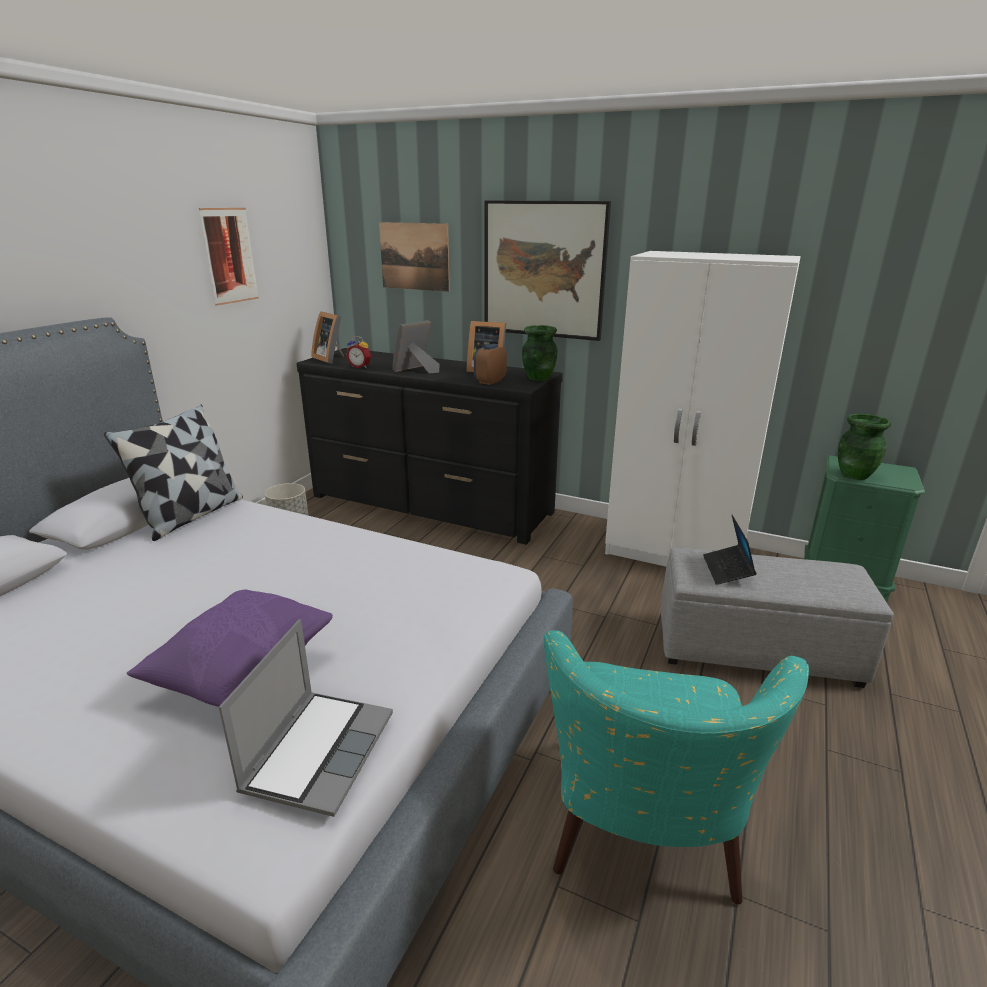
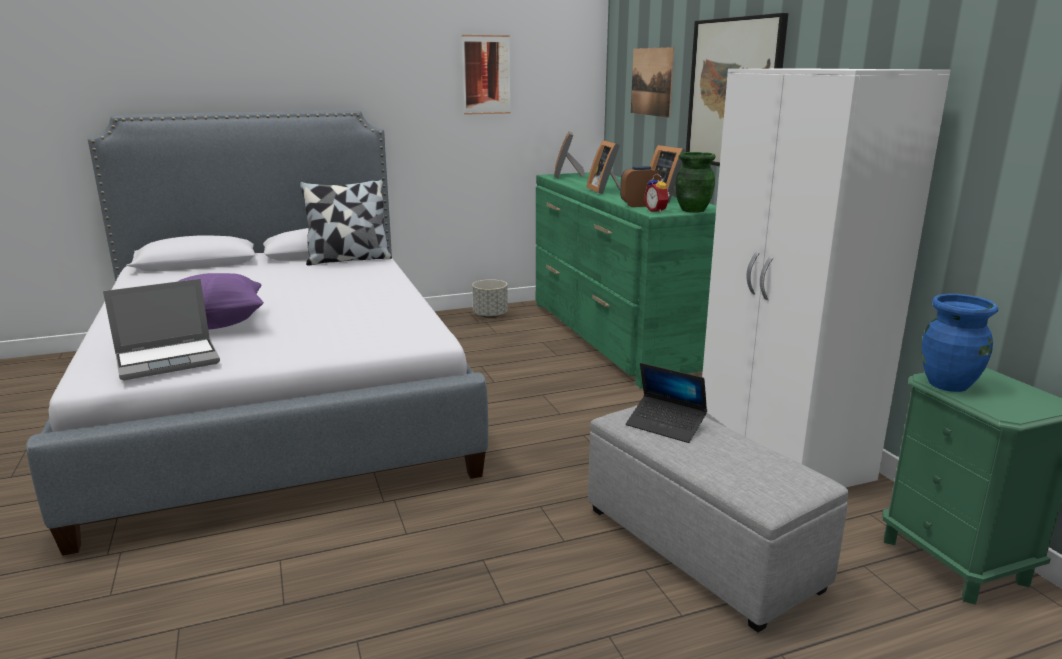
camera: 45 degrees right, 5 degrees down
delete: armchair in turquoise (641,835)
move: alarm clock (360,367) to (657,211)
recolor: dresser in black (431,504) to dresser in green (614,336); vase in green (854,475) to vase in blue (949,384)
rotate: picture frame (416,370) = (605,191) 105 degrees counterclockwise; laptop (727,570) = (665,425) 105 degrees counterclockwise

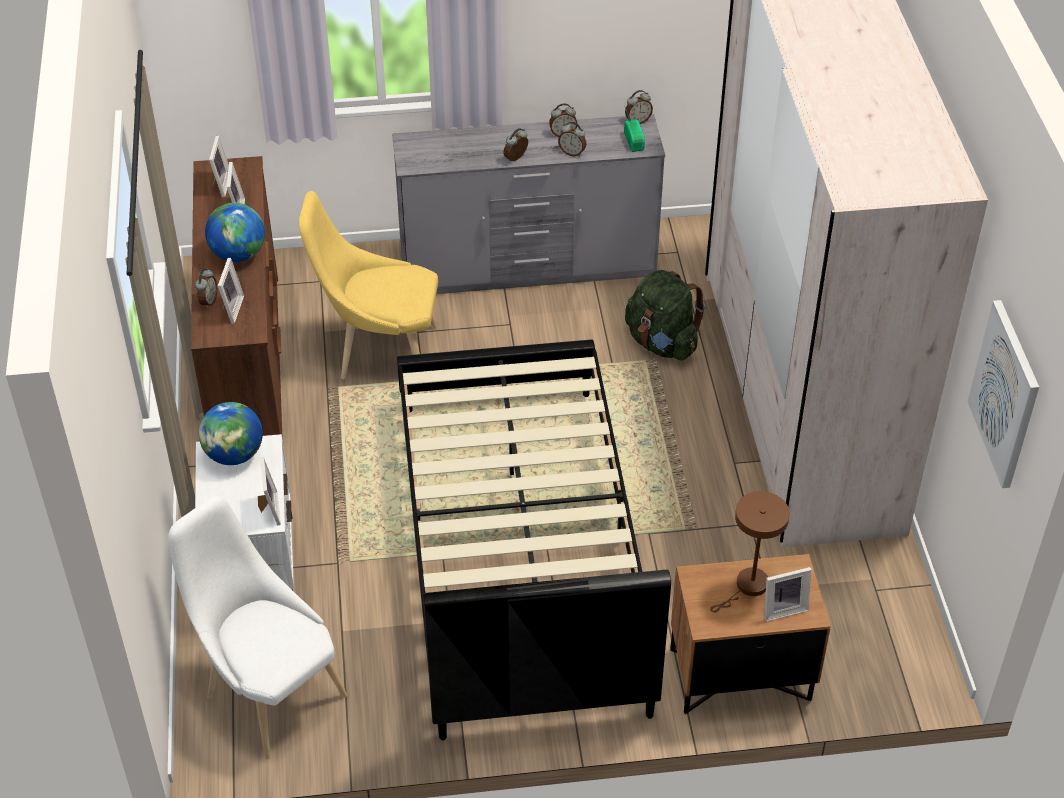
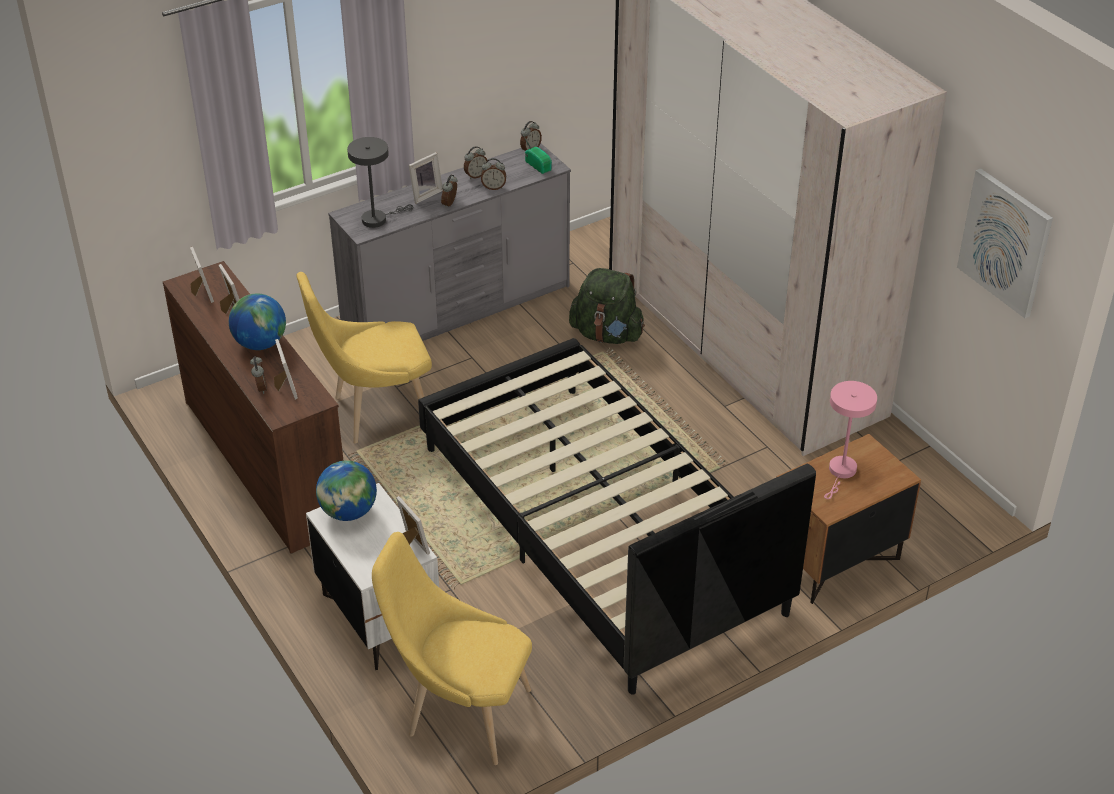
camera: 25 degrees left, 5 degrees down
insert: table lamp in grey (378,219)
move: picture frame (783,608) to (425,194)
recolor: chair in white (269,692) to chair in yellow (460,712); table lamp in brown (748,587) to table lamp in pink (841,472)

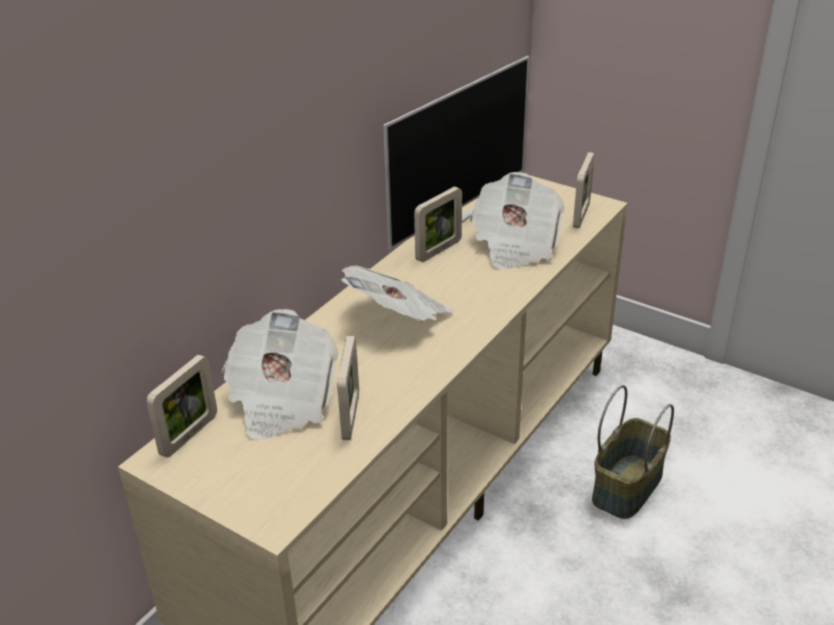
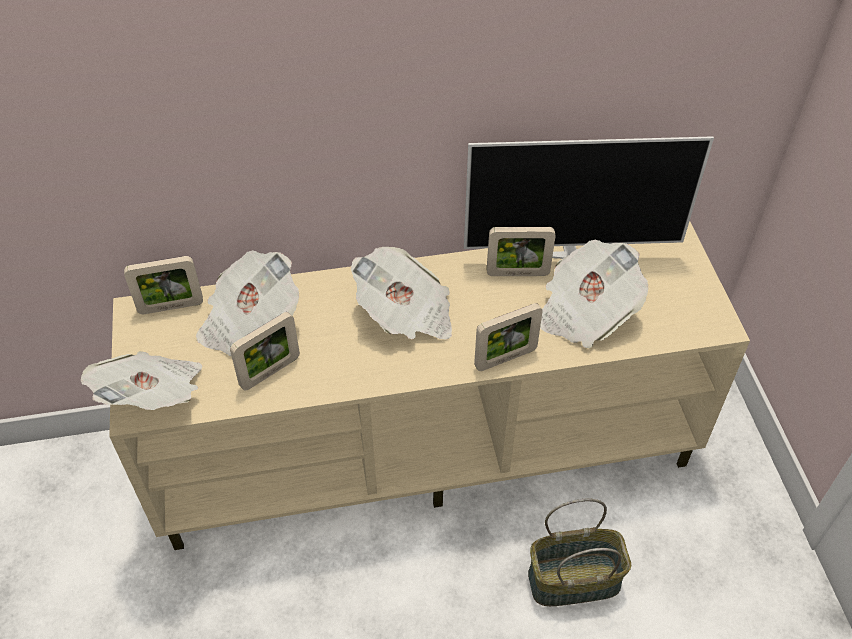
camera: 45 degrees right, 15 degrees up
insert: newspaper (153,396)
move: picture frame (581,215) to (505,358)

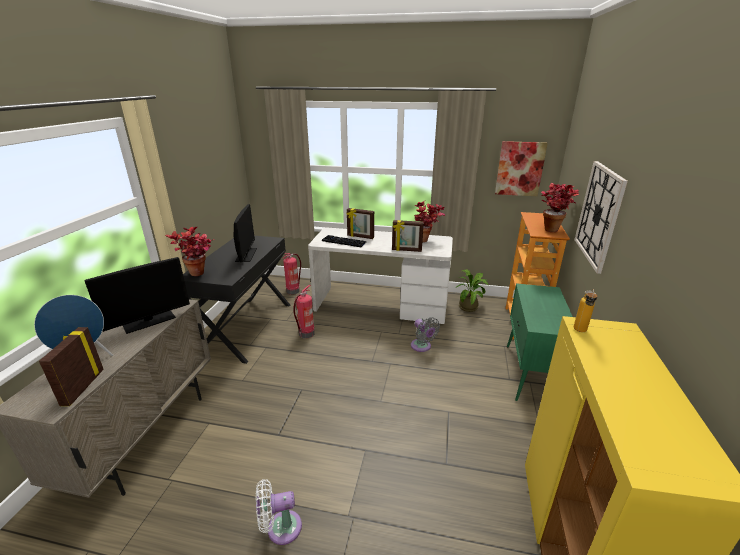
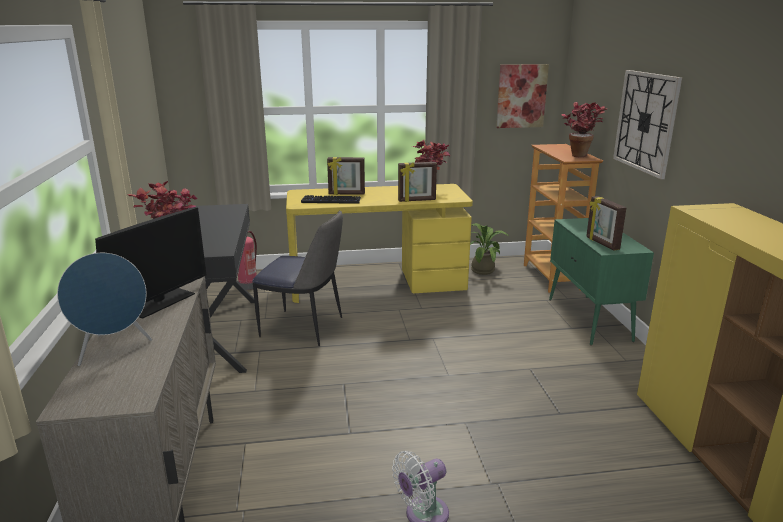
camera: 20 degrees left, 5 degrees down
delete: monitor (246,255); fan in grey (422,347); bottle (580,332)
move: picture frame (82,387) to (601,243)
replace: fire extinguisher (306,334) to chair (304,328)
recolor: desk in white (381,305) to desk in yellow (378,283)

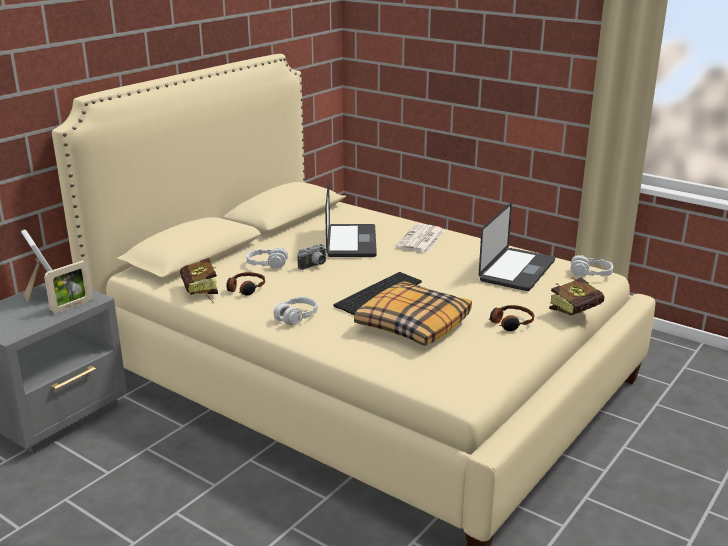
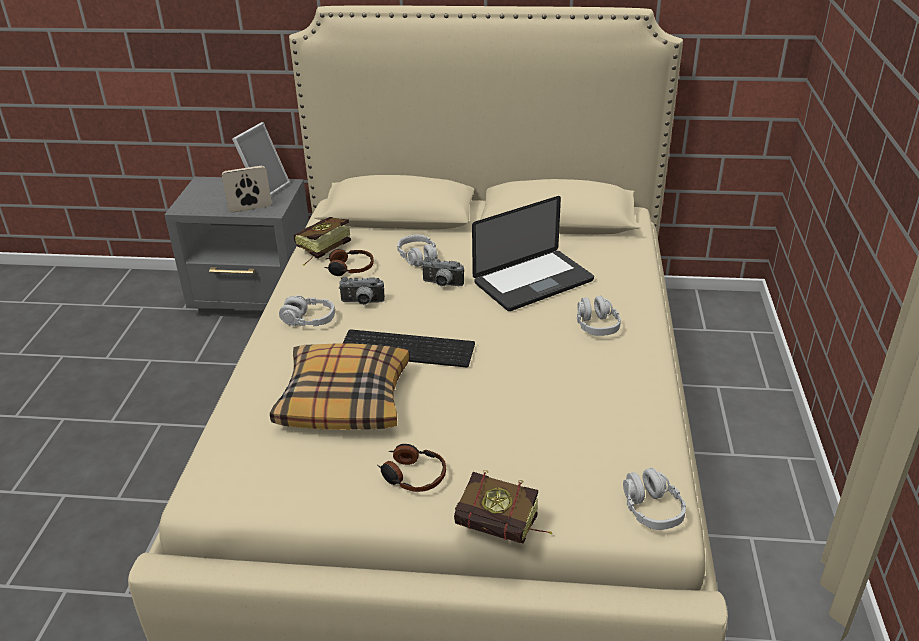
camera: 60 degrees right, 10 degrees up
delete: laptop (517,271)
insert: photo camera (362,303)
replace: newspaper (421,240) to headphones in grey (596,325)
rotate: picture frame (72,306) = (250,208) 150 degrees clockwise

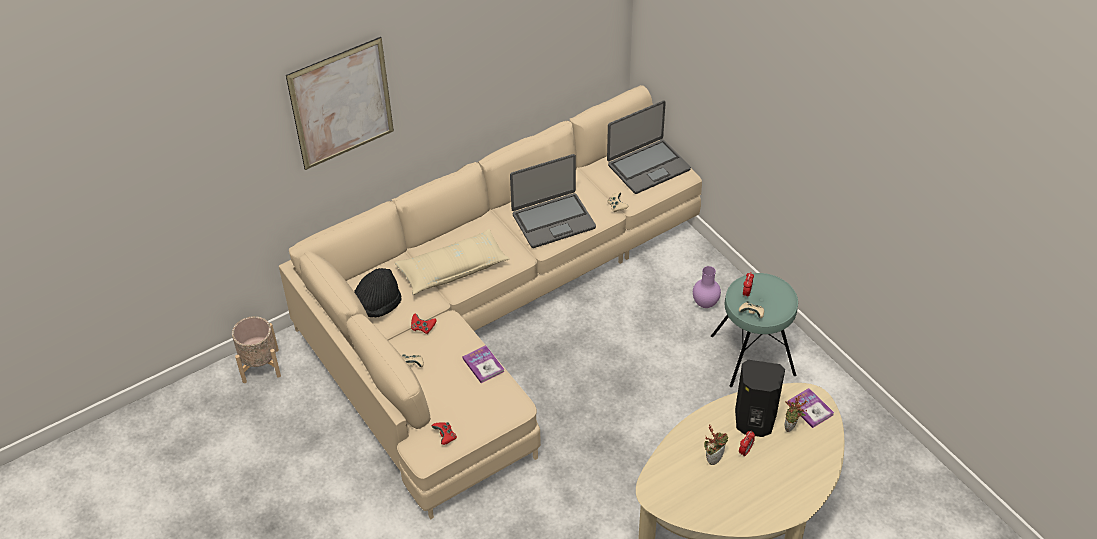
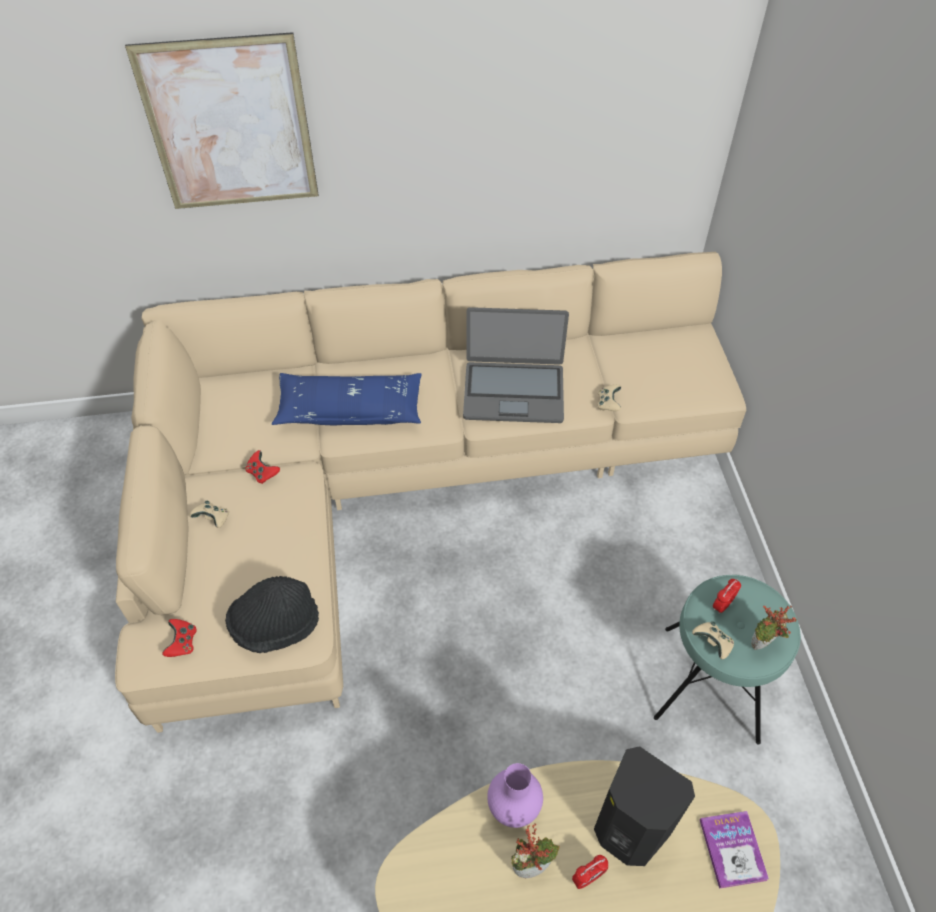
camera: 25 degrees right, 5 degrees up
delete: planter in beige (260,365); book (483,365); laptop (648,166)
move: hat in black (377,306) to (275,625); vase in purple (705,304) to (514,809); potted plant (791,428) to (762,645)
recolor: pillow in beige (453,269) to pillow in blue (350,409)

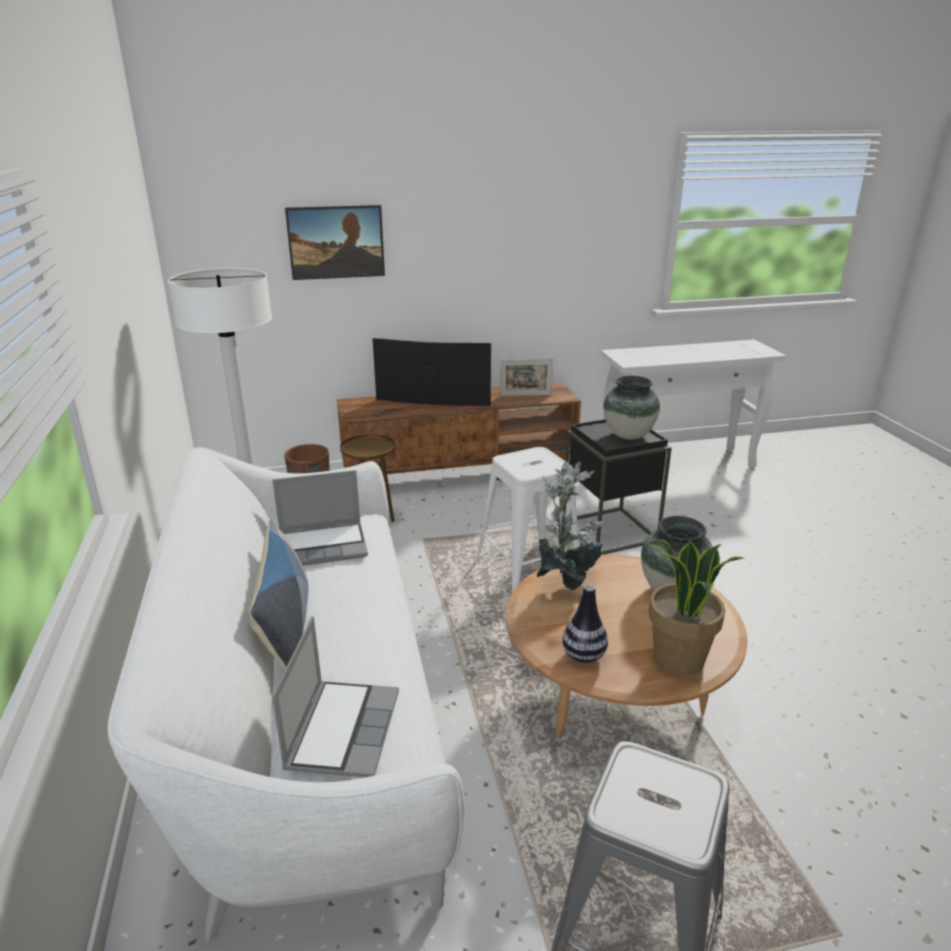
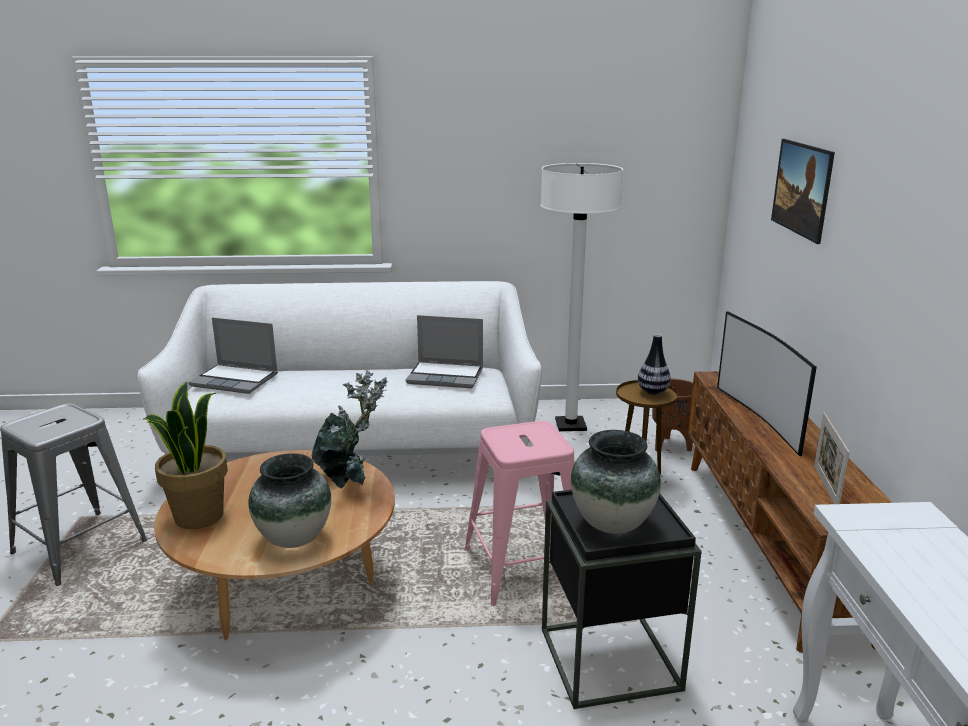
camera: 100 degrees right, 5 degrees down
delete: pillow (285,626)
move: vase (583,656) to (652,391)
recolor: stool in white (528,569) to stool in pink (522,568)
rotate: laptop (324,546) = (446,376) 75 degrees counterclockwise; television (432,404) = (761,418) 150 degrees clockwise

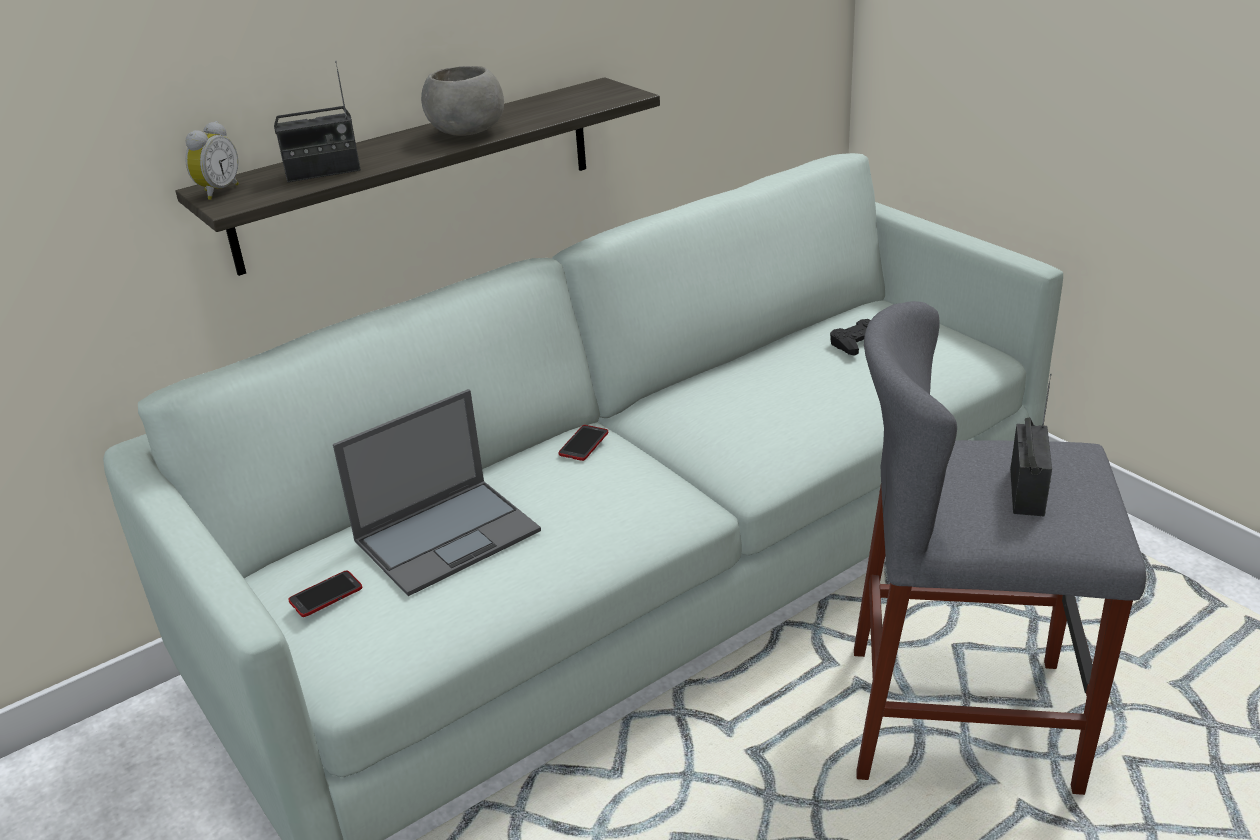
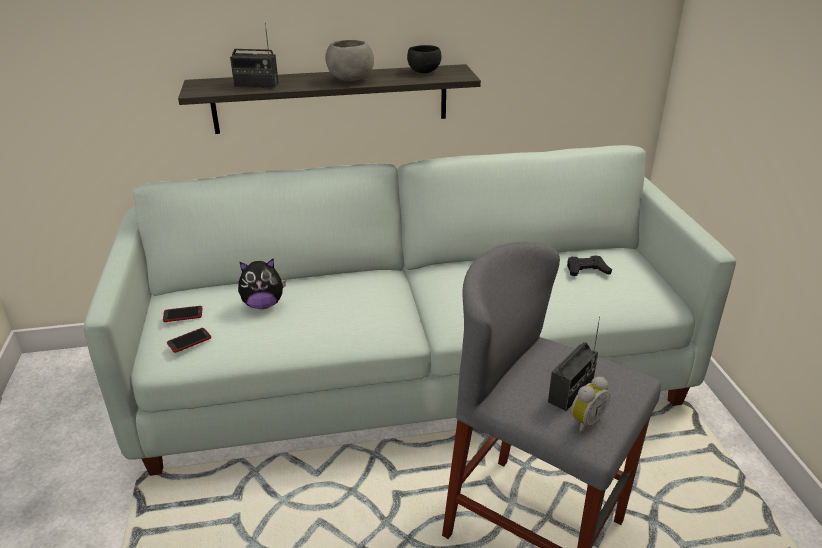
camera: 25 degrees right, 0 degrees up
insert: bowl in black (423,71)
move: phone (583,444) to (189,341); alarm clock (217,192) to (585,421)
replace: laptop (449,535) to plush toy (263,304)

